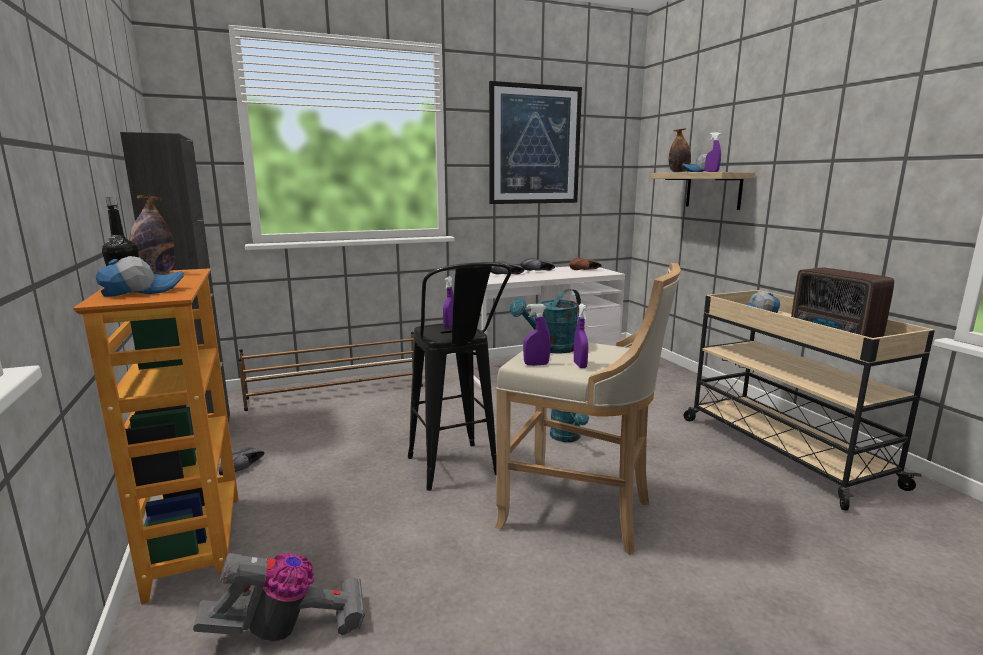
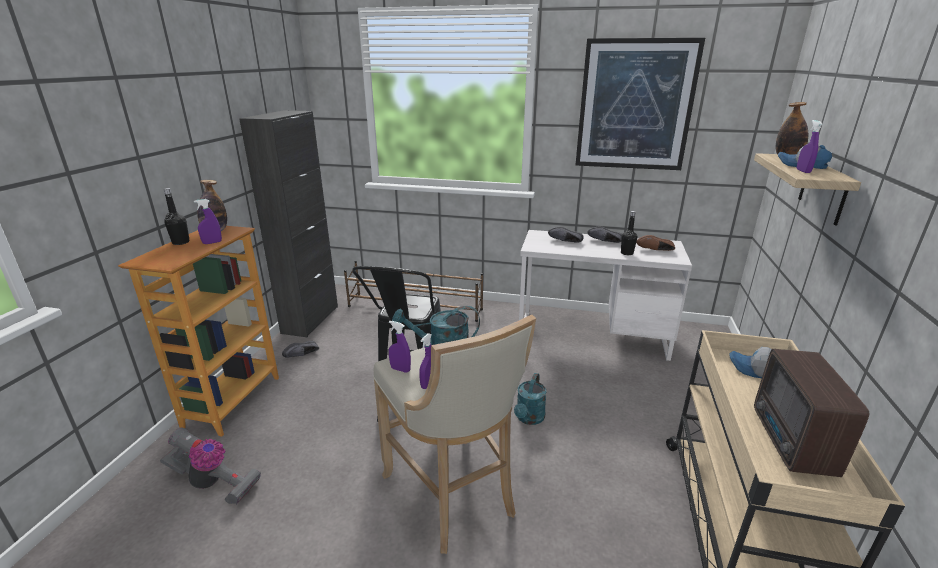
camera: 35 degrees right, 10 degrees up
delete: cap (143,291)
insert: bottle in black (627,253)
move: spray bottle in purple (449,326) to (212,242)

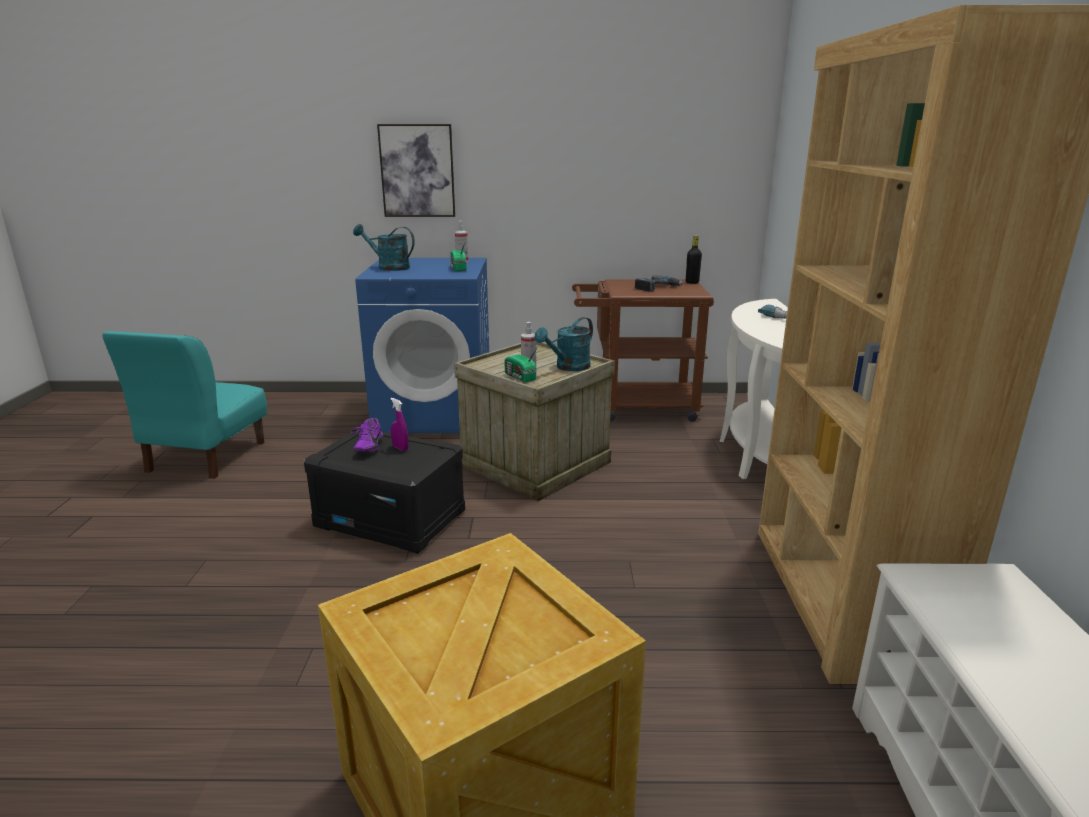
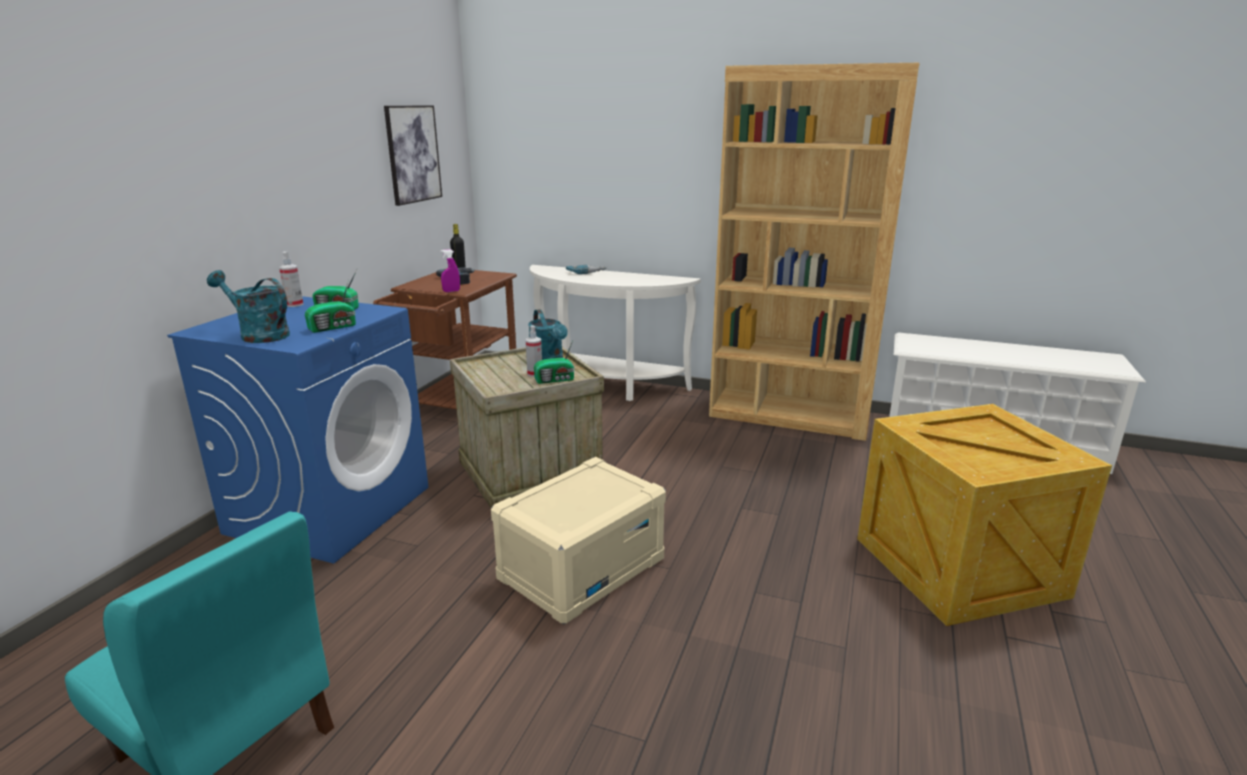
camera: 70 degrees left, 0 degrees up
delete: shoe in purple (367,447)
insert: radio (334,327)
move: picture (417,171) to (413,154); spray bottle in purple (400,448) to (451,291)
recolor: storage box in black (391,519) to storage box in beige (582,568)
rotate: watering can in turquoise (388,267) = (258,335) 75 degrees clockwise

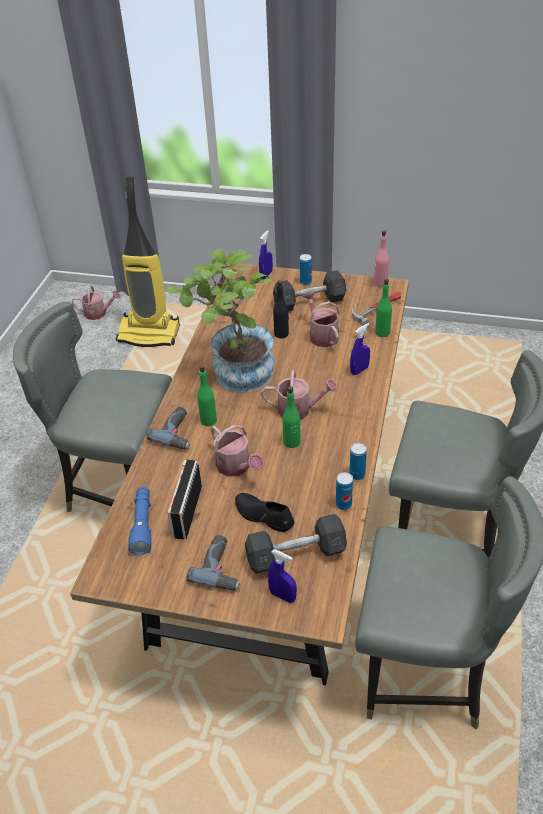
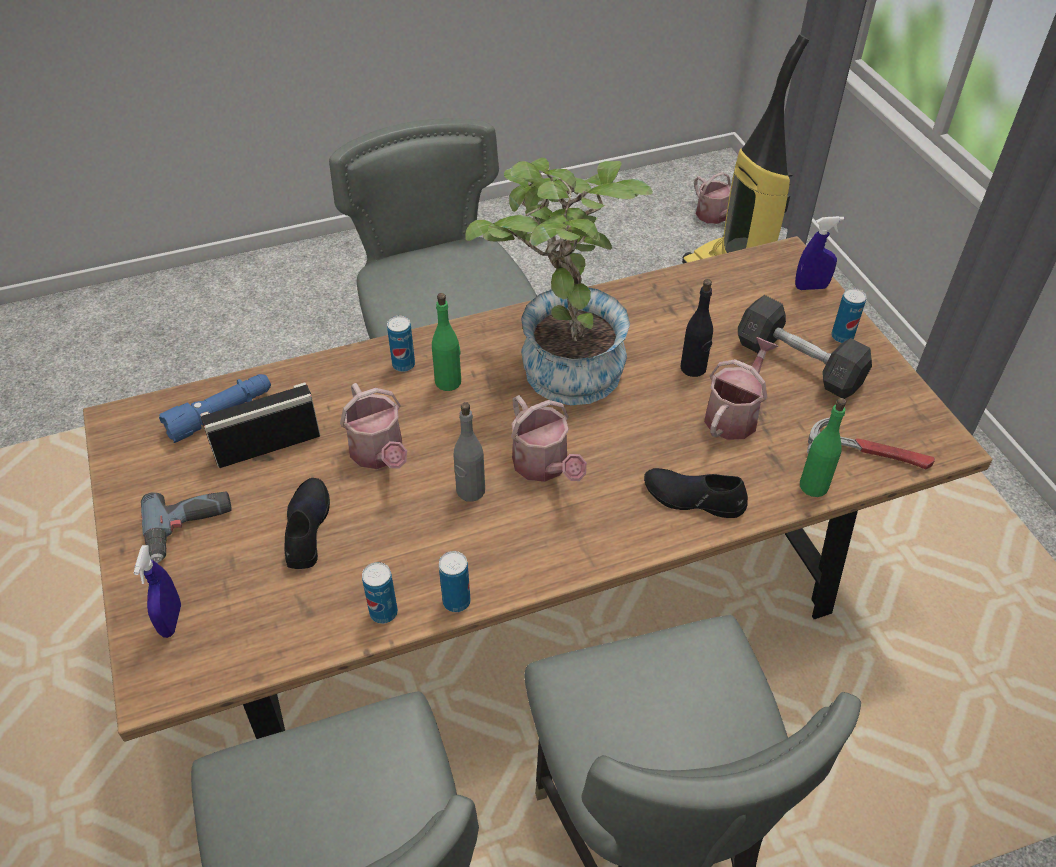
camera: 55 degrees right, 5 degrees up
delete: dumbbell in grey (295,554); bottle in pink (380,283)
replace: power drill (178,433) to can (403,365); spray bottle in blue (359,370) to shoe in black (693,498)
recolor: bottle in green (292,442) to bottle in grey (470,491)
rotate: watering can (236,467) = (379,454) 45 degrees counterclockwise

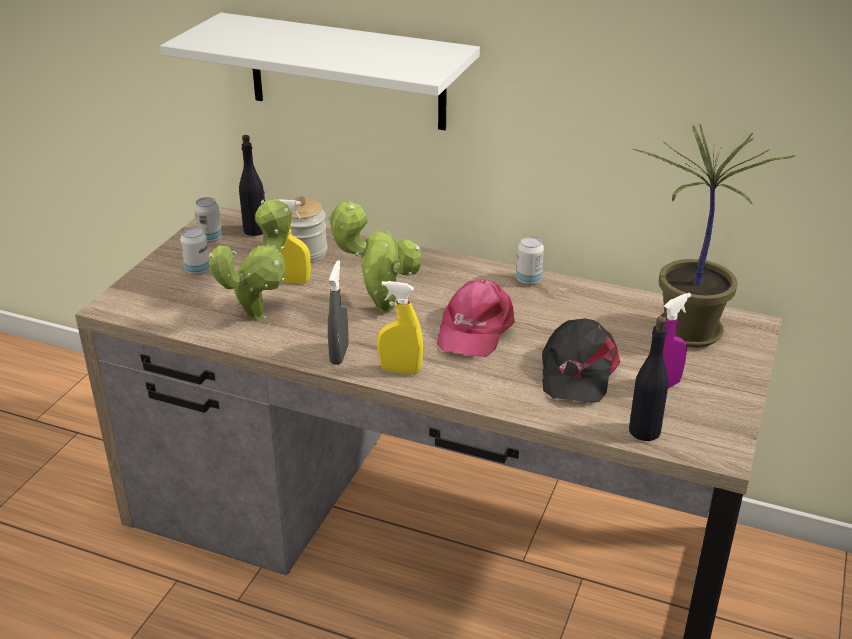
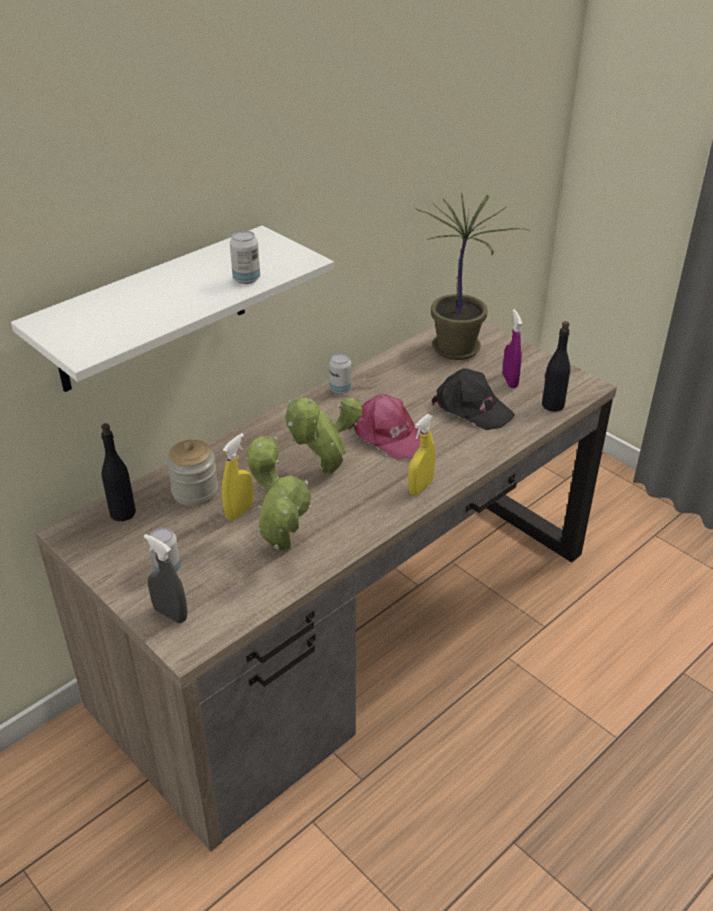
camera: 65 degrees left, 5 degrees up
move: spray bottle in grey (339,355) to (170,614); can (210,238) to (246,279)

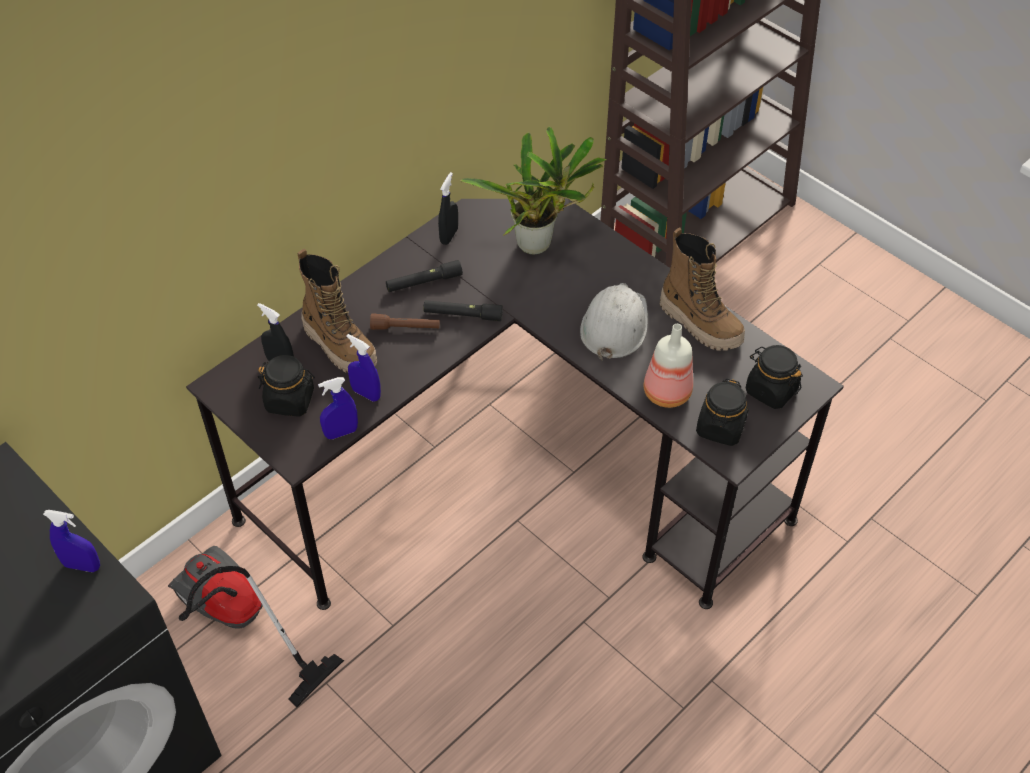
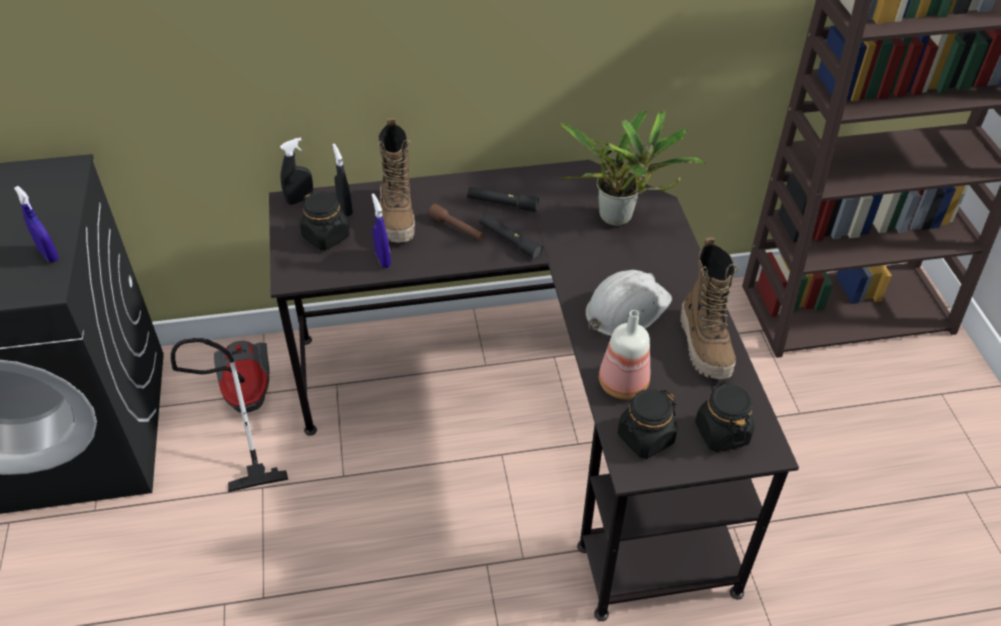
camera: 35 degrees right, 5 degrees down
delete: spray bottle in blue (341,432)
move: spray bottle in black (449,236) to (300,199)

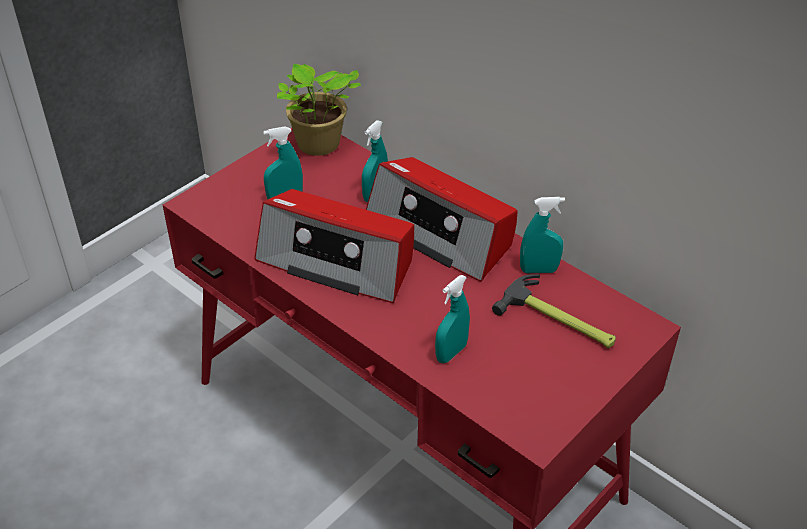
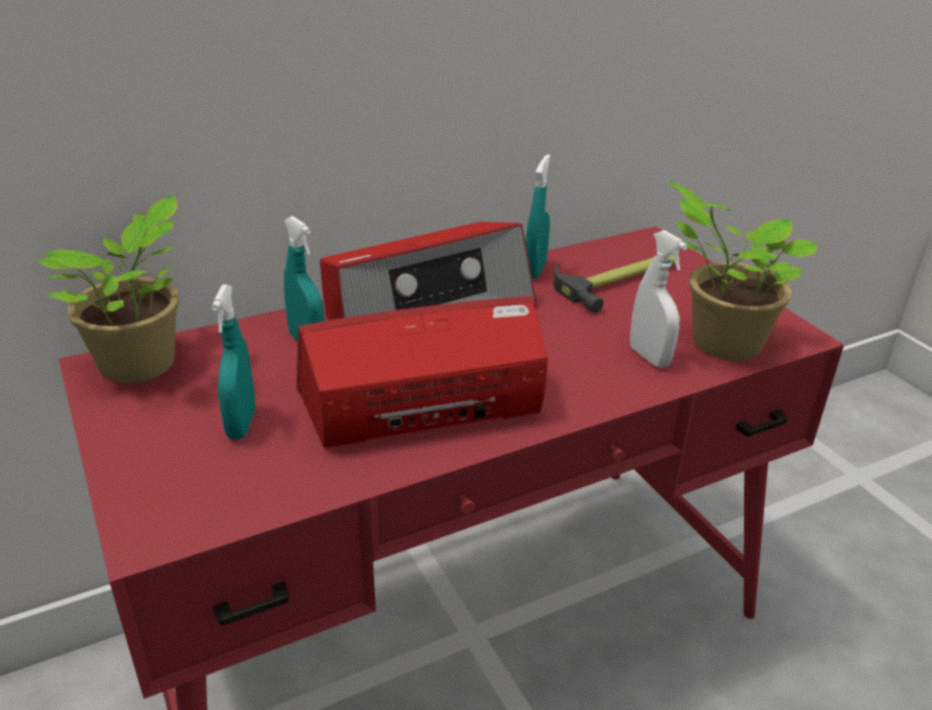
camera: 70 degrees left, 10 degrees down
insert: potted plant (720,342)
recolor: spray bottle in turquoise (451,353) to spray bottle in white (649,357)
rotate: radio (338,260) = (424,404) 150 degrees counterclockwise

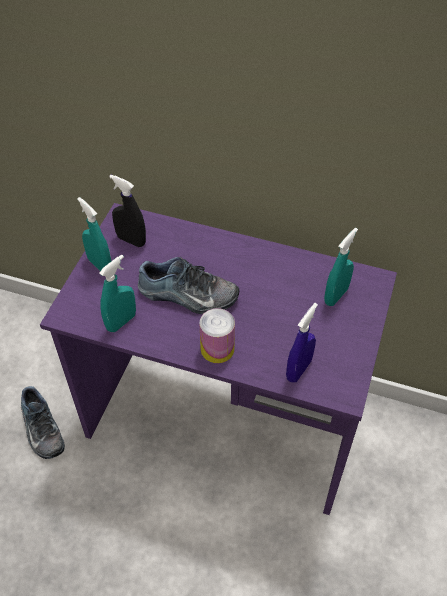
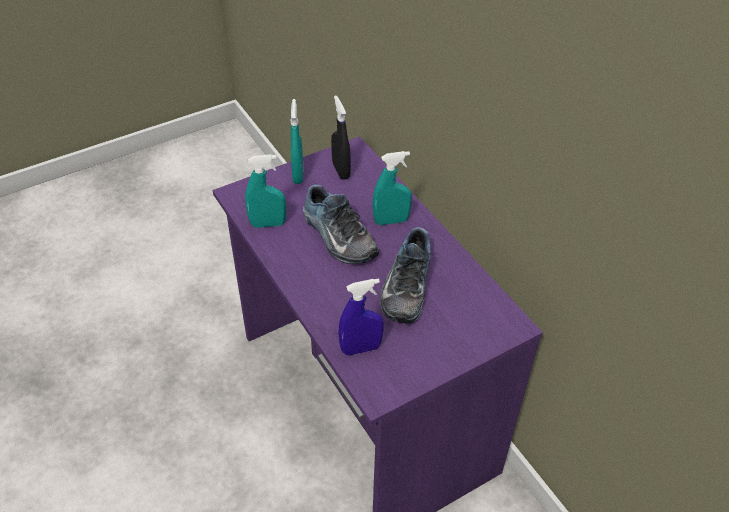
camera: 40 degrees right, 5 degrees down
delete: can (217,349)
move: spray bottle in turquoise (336,296) to (391,221); shoe (40,429) to (405,285)

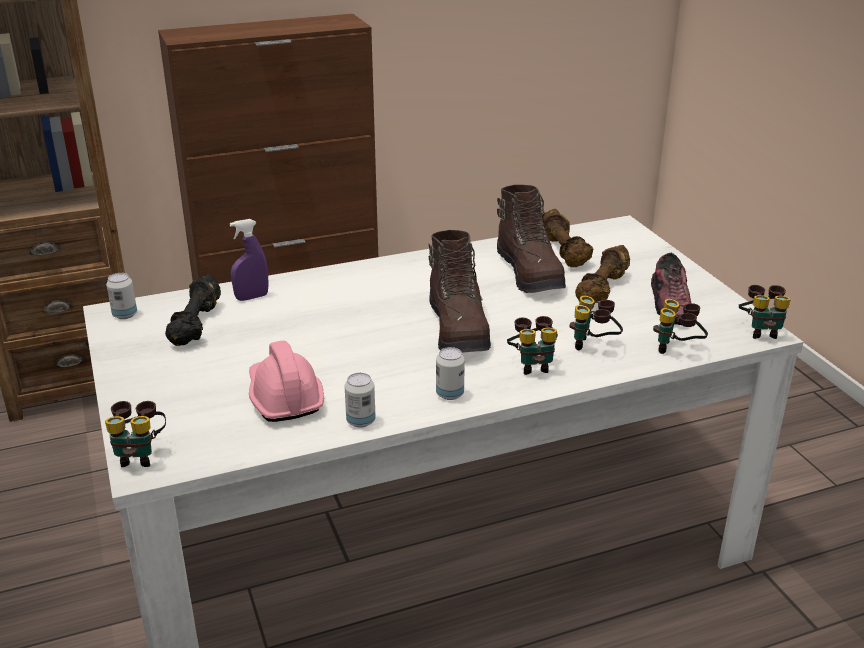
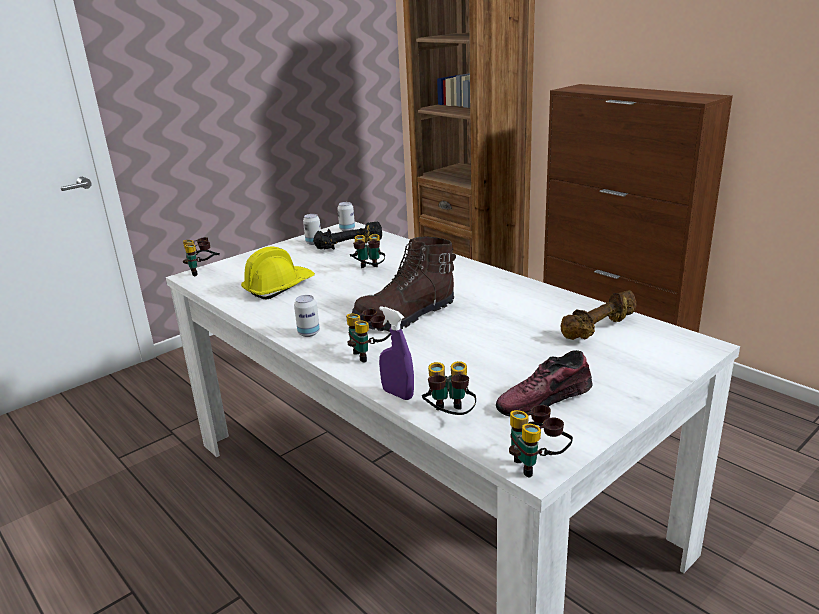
camera: 70 degrees right, 5 degrees down
delete: boot in brown (530,274); dumbbell in brown (603,289)
move: can (361,421) to (314,243); binoculars (594,347) to (369,271); spray bottle in purple (252,297) to (397,394)
recolor: hard hat in pink (284,397) to hard hat in yellow (279,287)

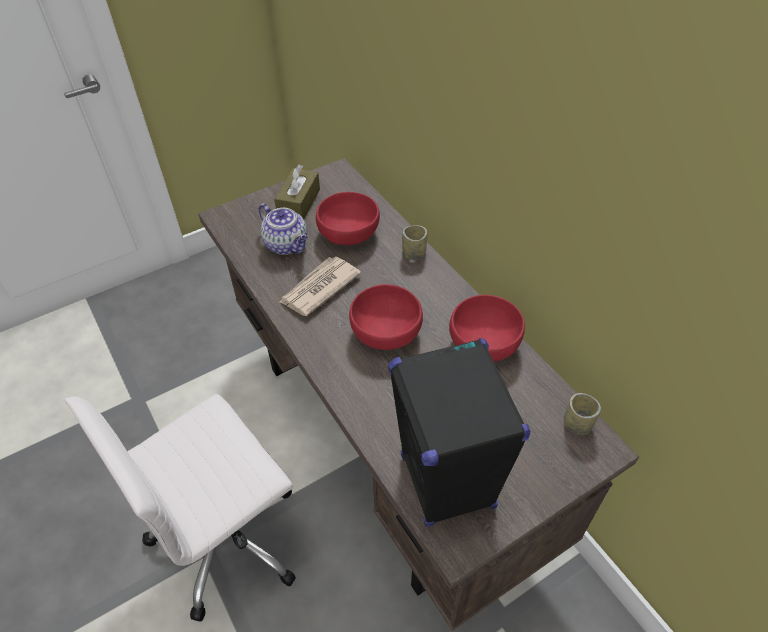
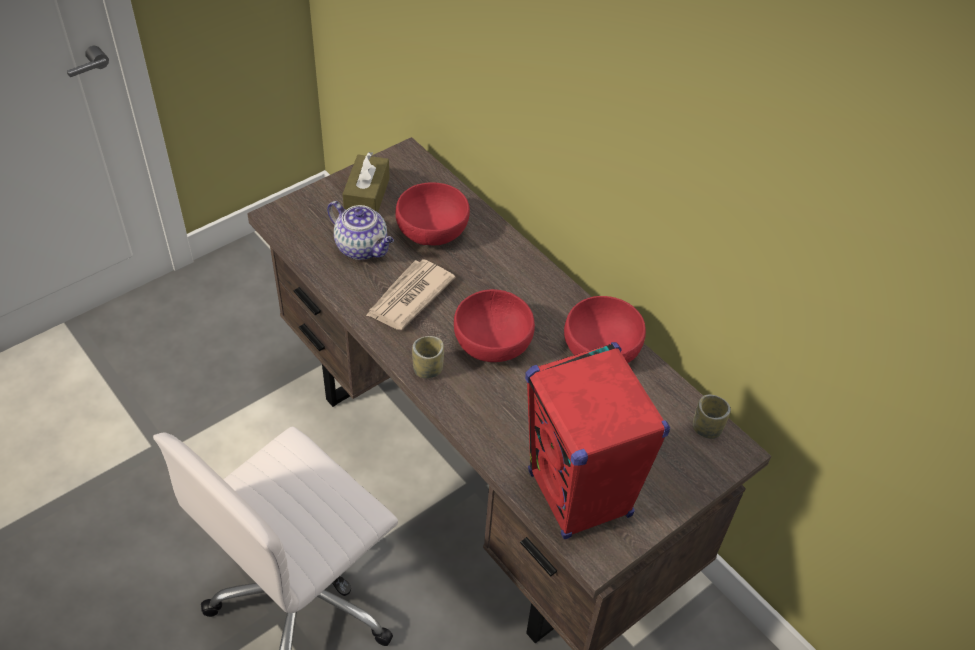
camera: 10 degrees left, 0 degrees up
move: cup (414,253) to (428,369)
recolor: speaker in black (447,482) to speaker in red (579,495)

